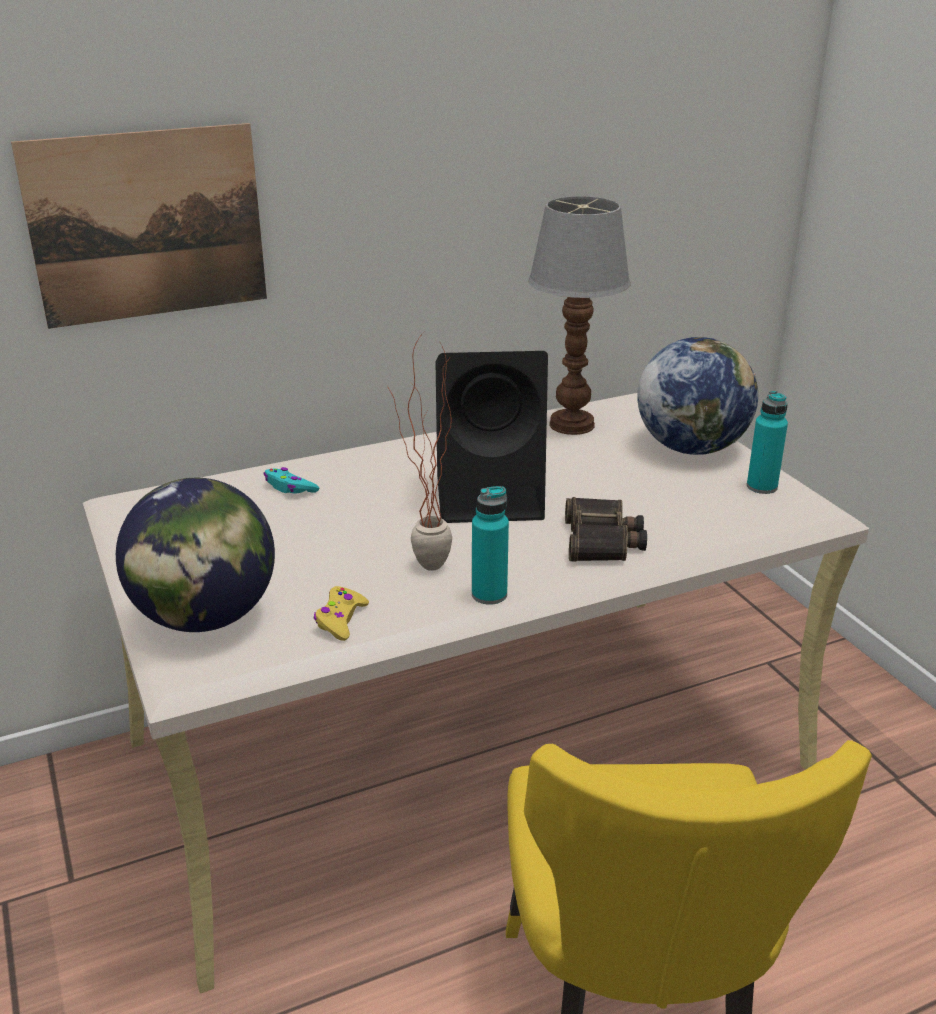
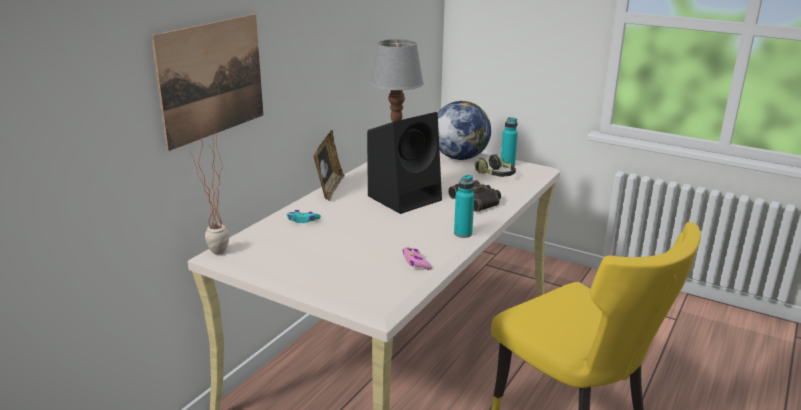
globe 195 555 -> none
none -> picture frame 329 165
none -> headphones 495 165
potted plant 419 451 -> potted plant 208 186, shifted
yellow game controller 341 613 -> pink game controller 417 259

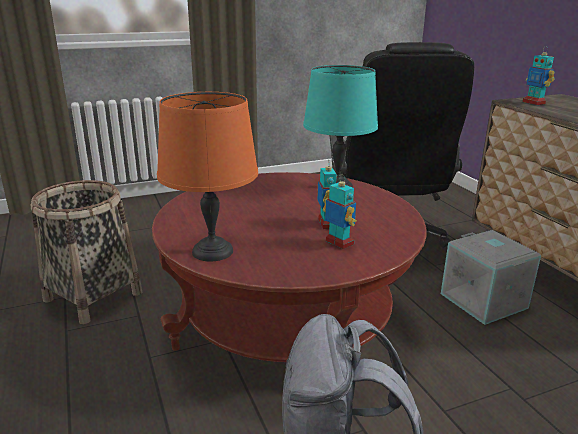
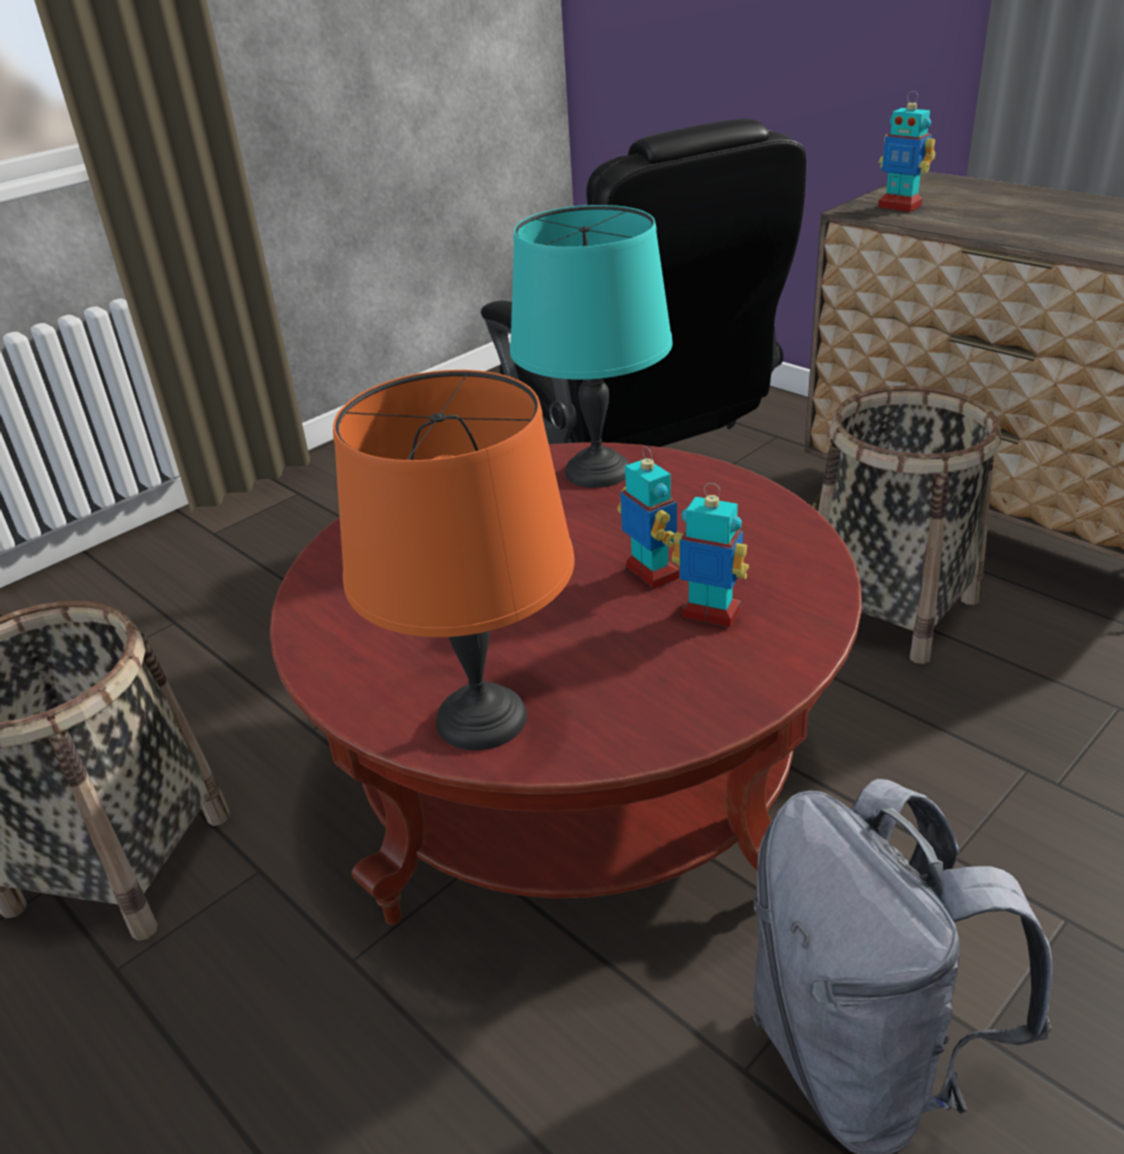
grey storage box 491 277 -> basket 909 524

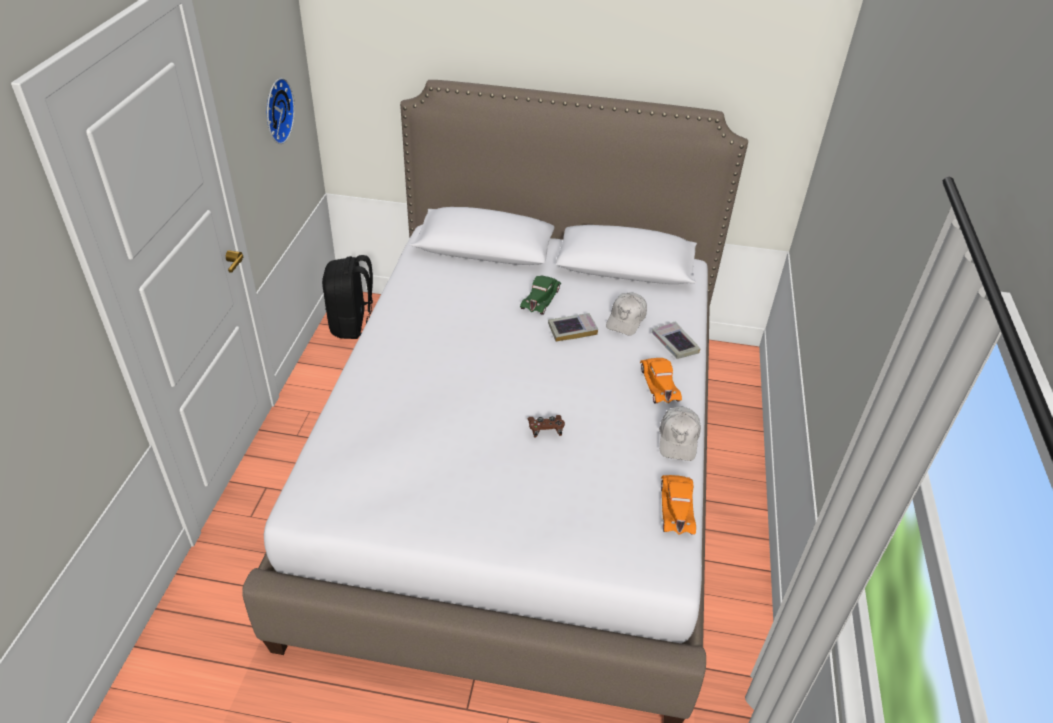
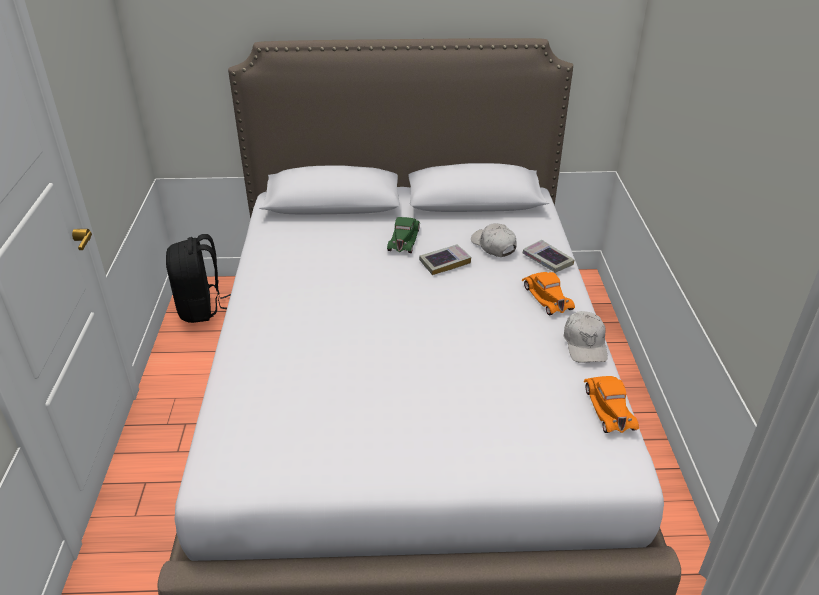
wall clock 281 111 -> none
brown game controller 546 426 -> none
white cap 626 314 -> white cap 494 240, 135 degrees clockwise

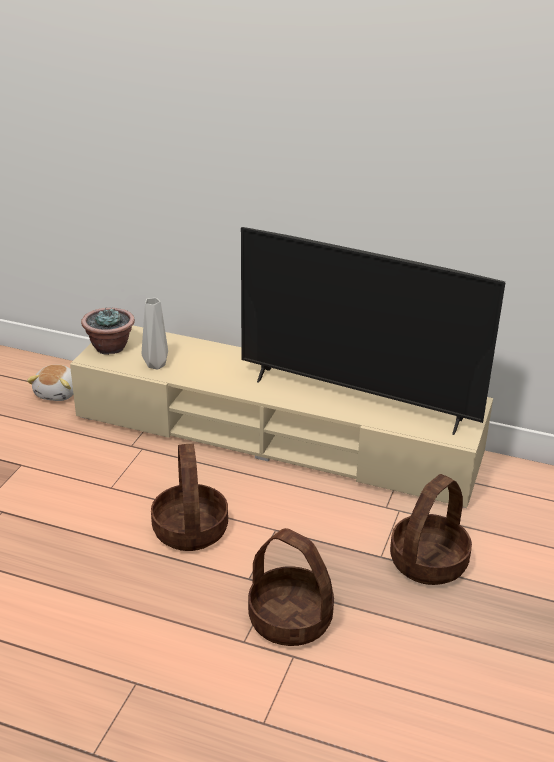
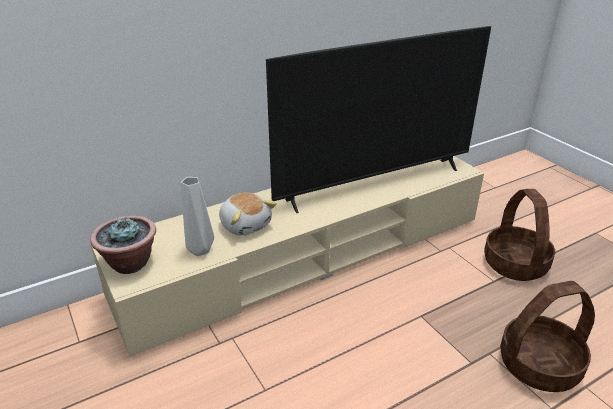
basket 189 497 -> none
plush toy 50 383 -> plush toy 248 214, shifted

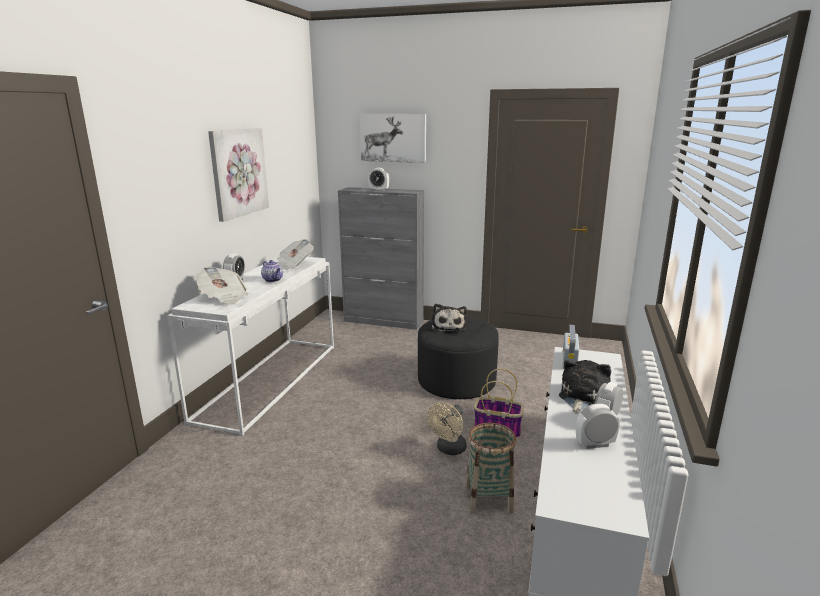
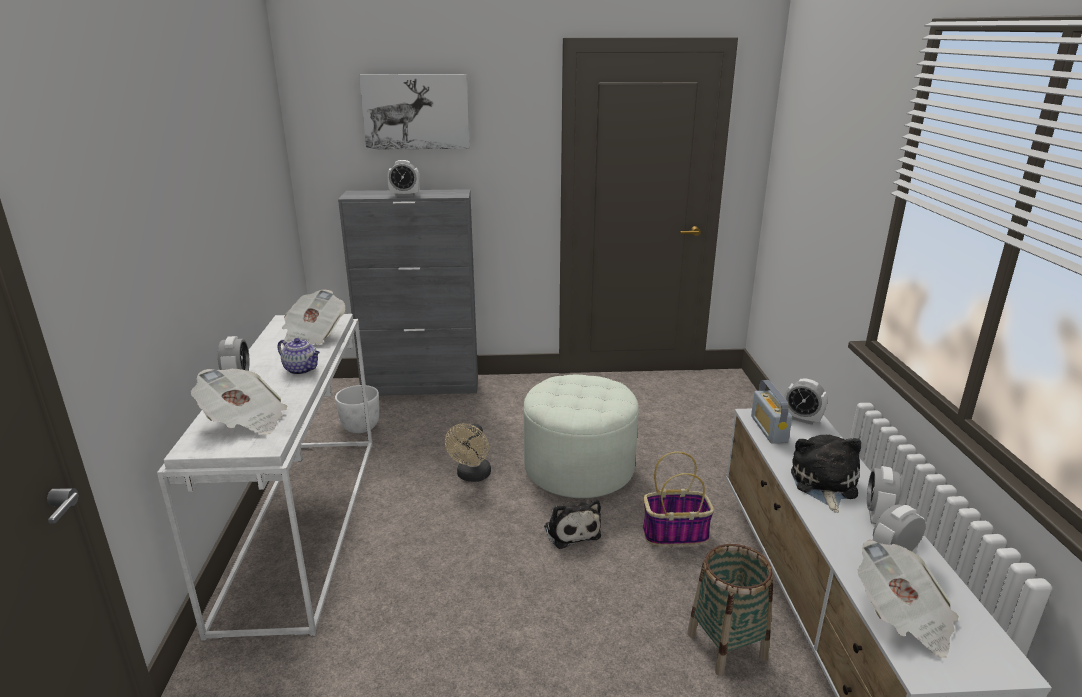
picture 238 175 -> none
none -> white planter 357 409
none -> alarm clock 806 401
none -> newspaper 908 599
beige fan 447 428 -> beige fan 468 453, shifted
plush toy 449 318 -> plush toy 572 524, shifted
black ottoman 458 358 -> white ottoman 581 436

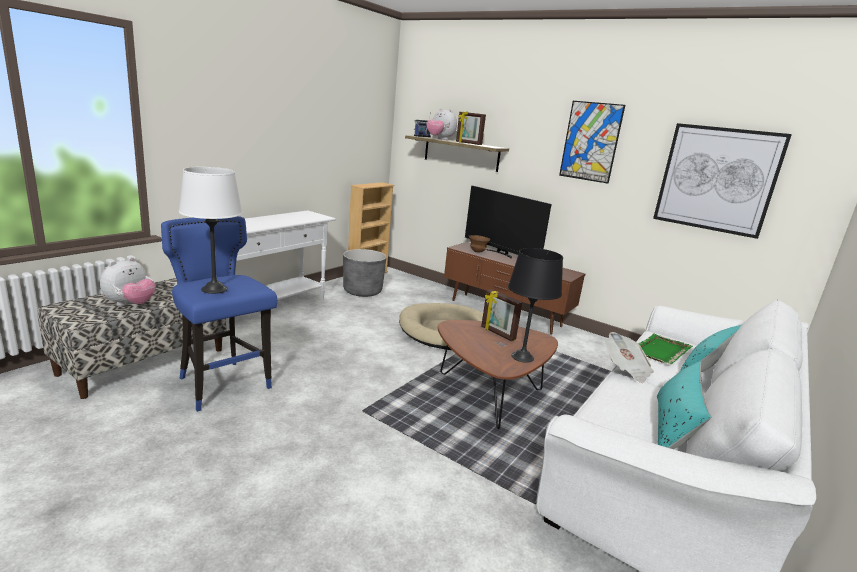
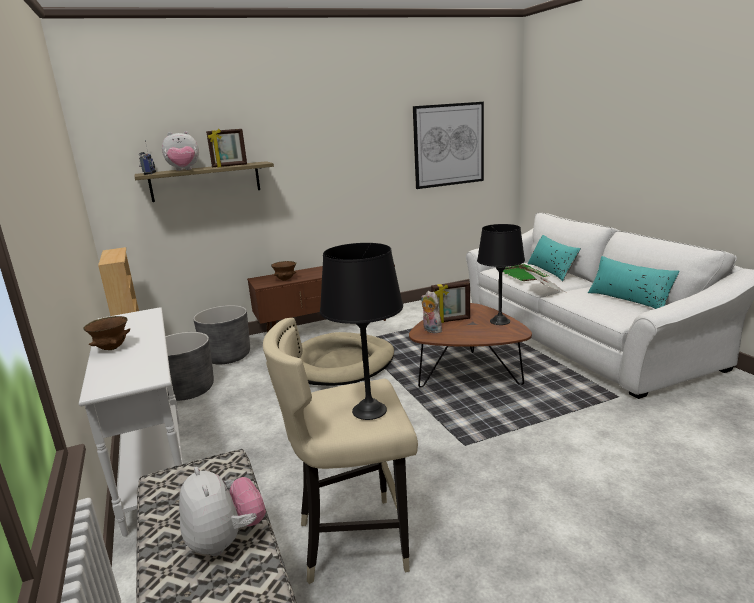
television 508 222 -> none
picture 592 142 -> none
none -> brown bowl 107 333
none -> grey planter 221 334
none -> plush toy 431 312
blue stool 219 314 -> beige stool 340 451
white table lamp 210 230 -> black table lamp 361 331

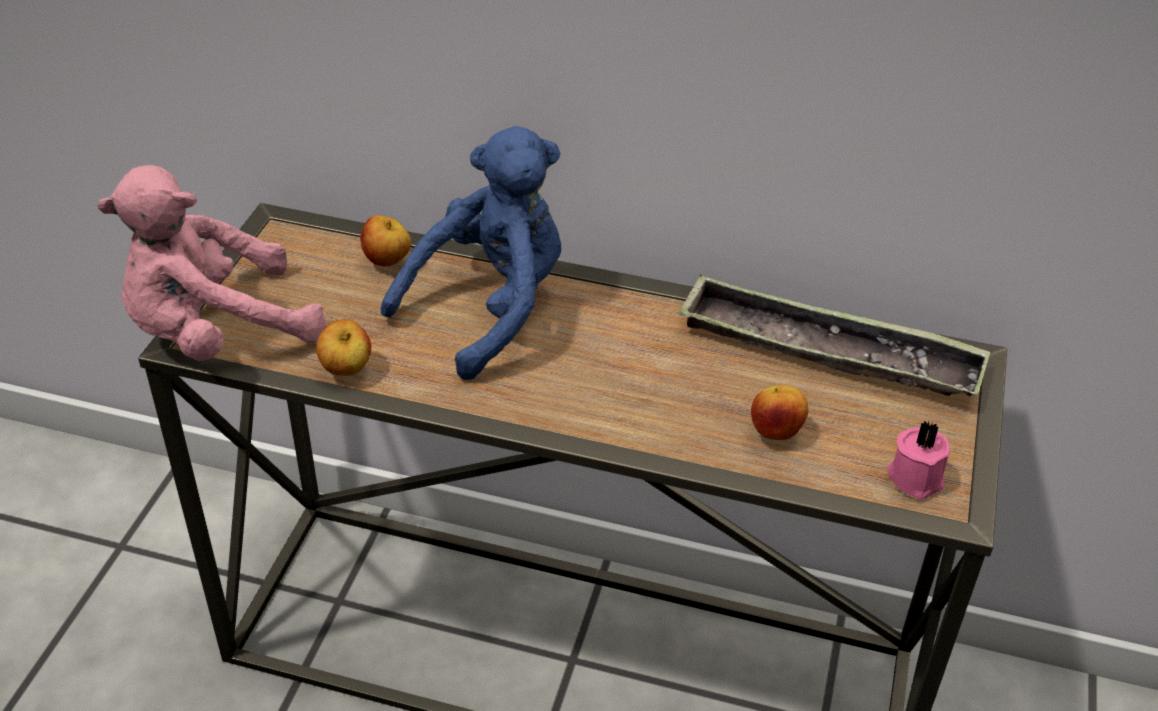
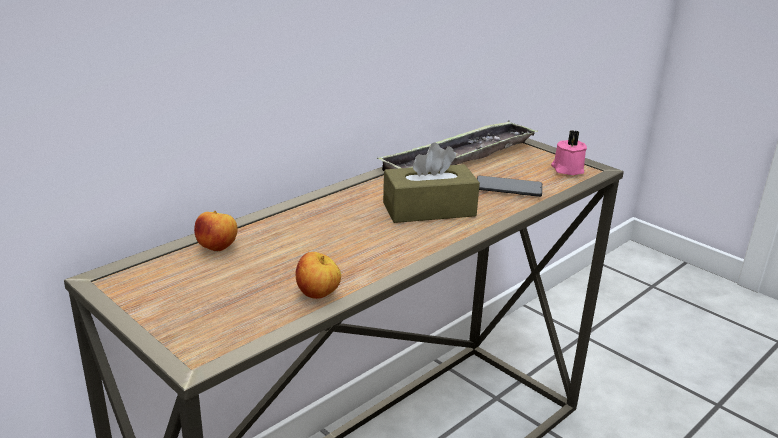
pink plush toy 211 263 -> none
blue plush toy 471 253 -> none
none -> brown tissue box 431 182
apple 780 412 -> phone 509 186

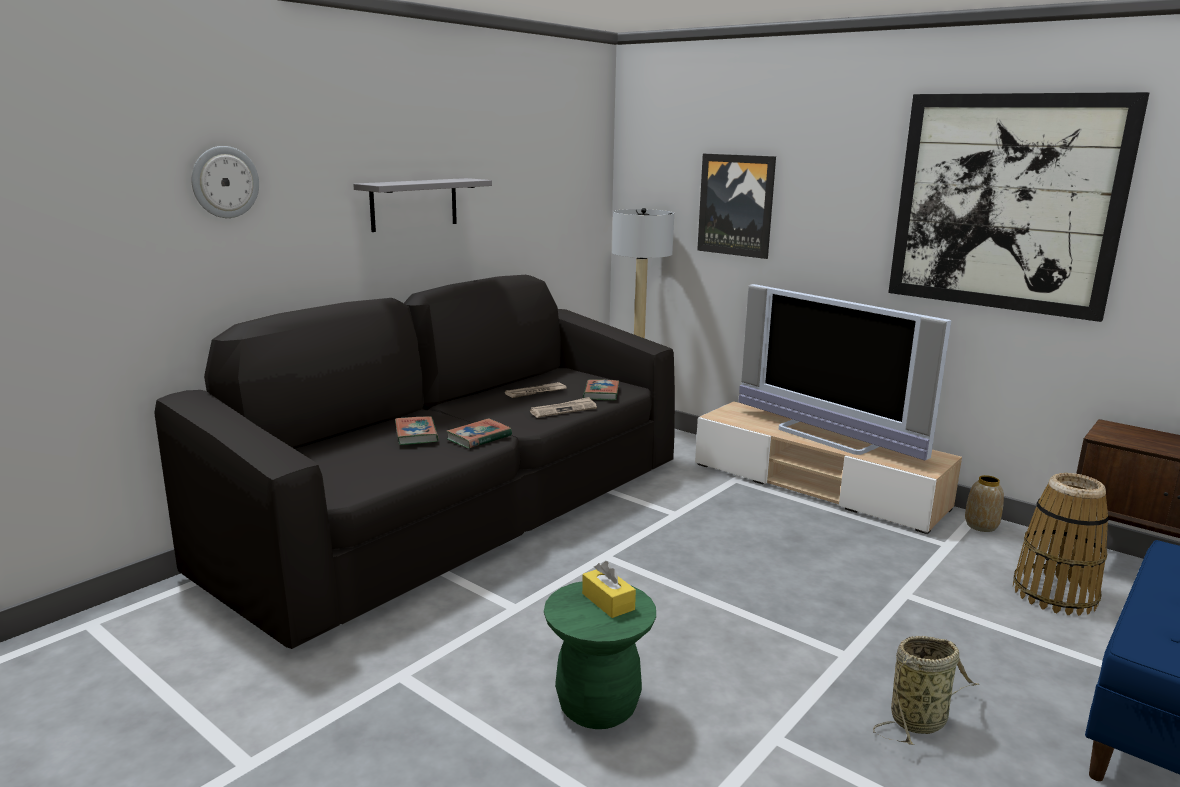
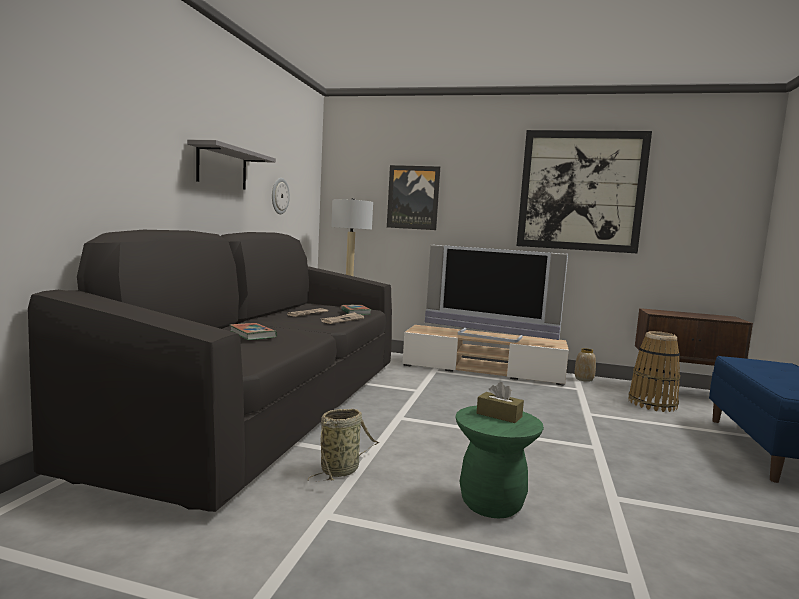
book 479 433 -> none
wall clock 225 182 -> wall clock 281 196, shifted
basket 926 690 -> basket 343 445, shifted
yellow tissue box 609 589 -> brown tissue box 500 402

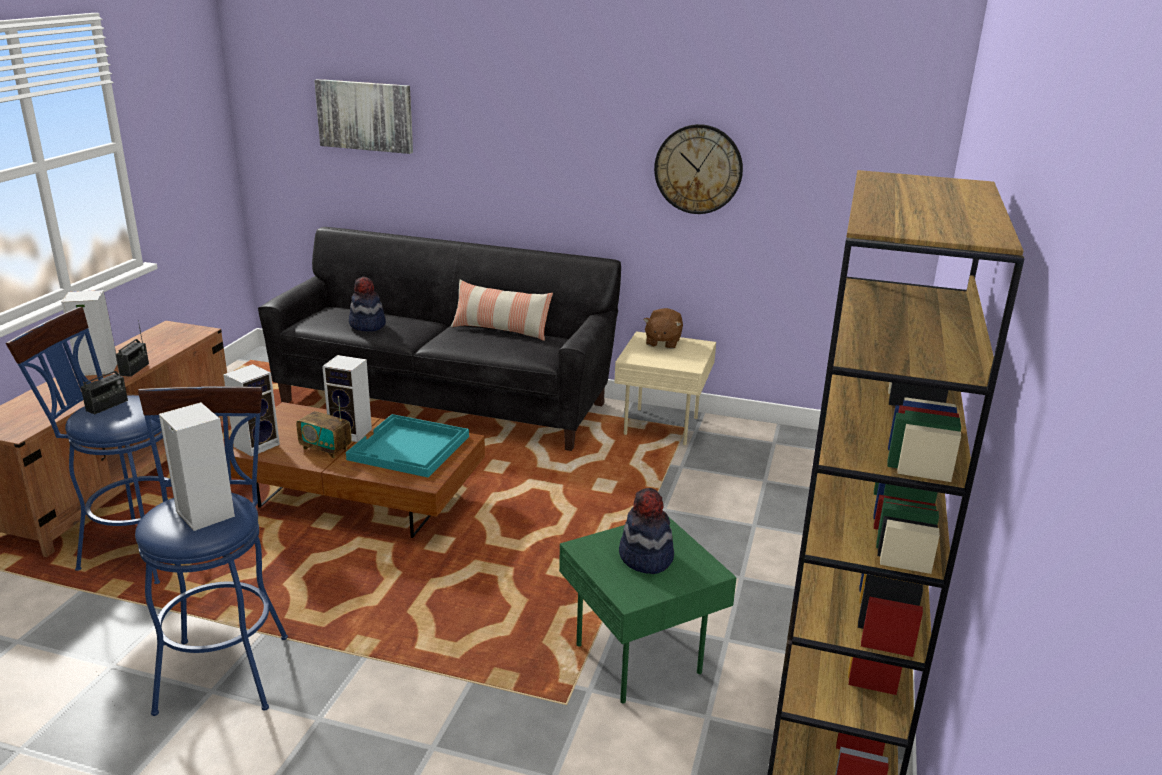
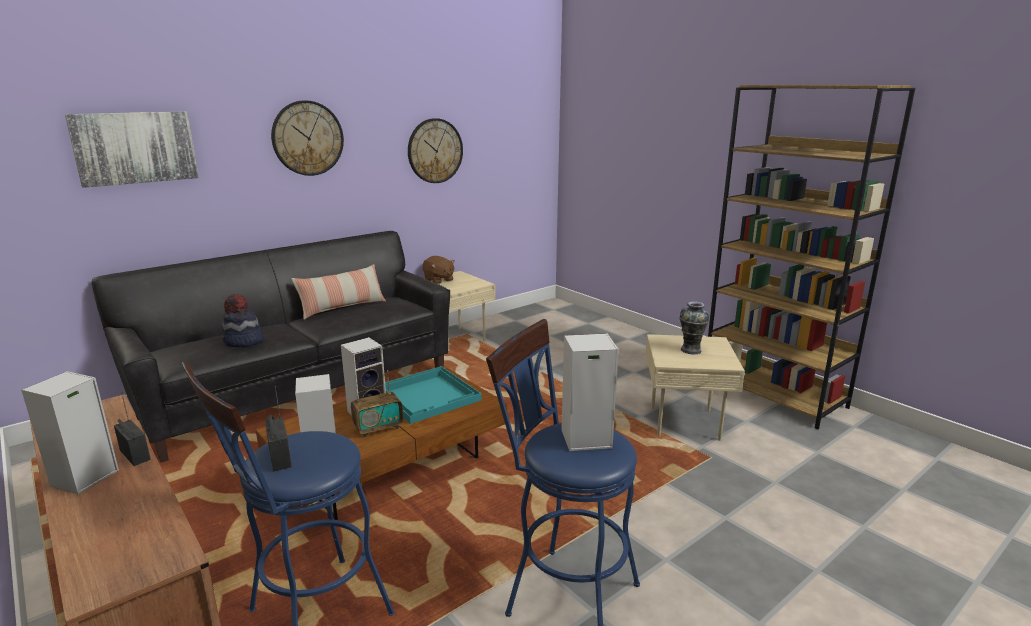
none -> wall clock 307 138
hat 646 531 -> vase 694 327
green side table 647 610 -> beige side table 695 387

